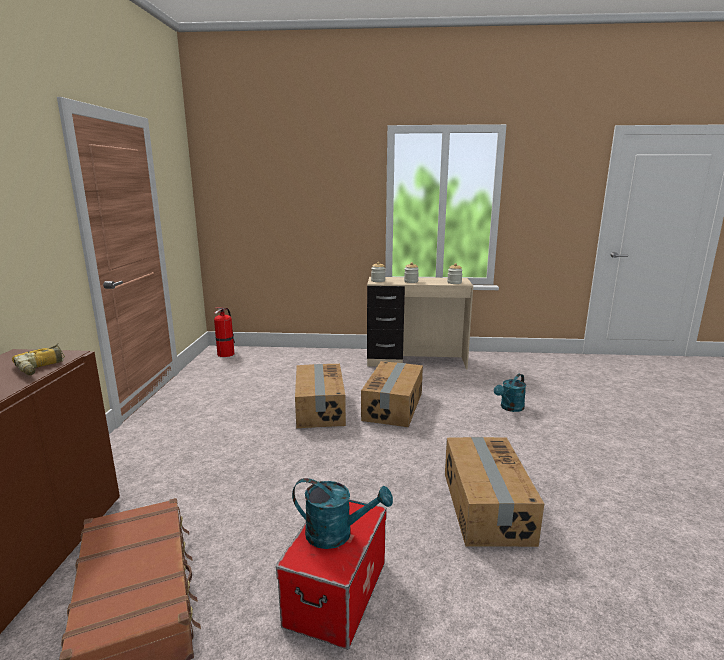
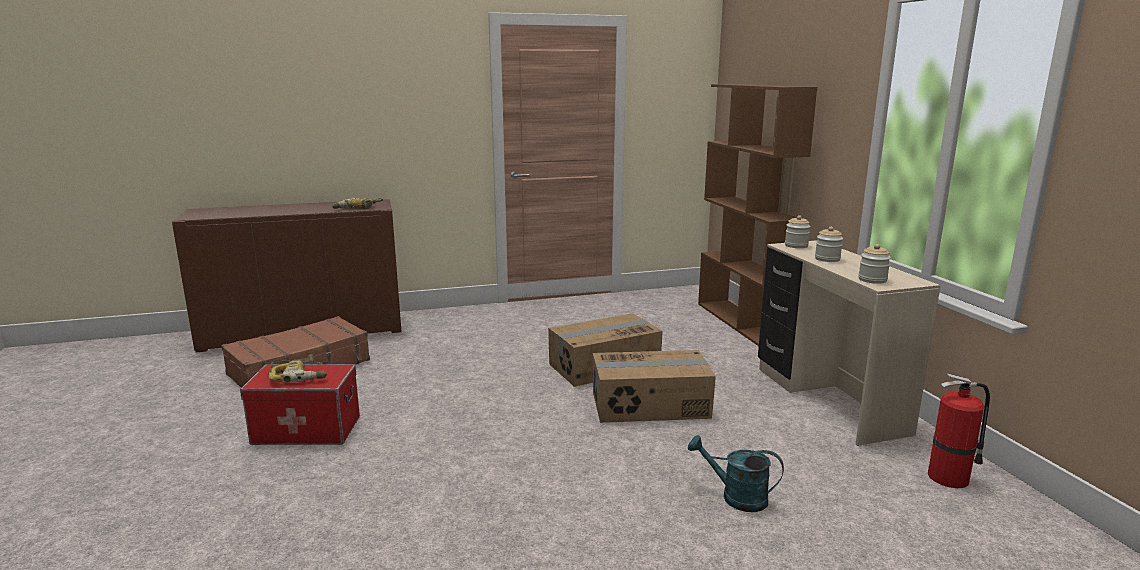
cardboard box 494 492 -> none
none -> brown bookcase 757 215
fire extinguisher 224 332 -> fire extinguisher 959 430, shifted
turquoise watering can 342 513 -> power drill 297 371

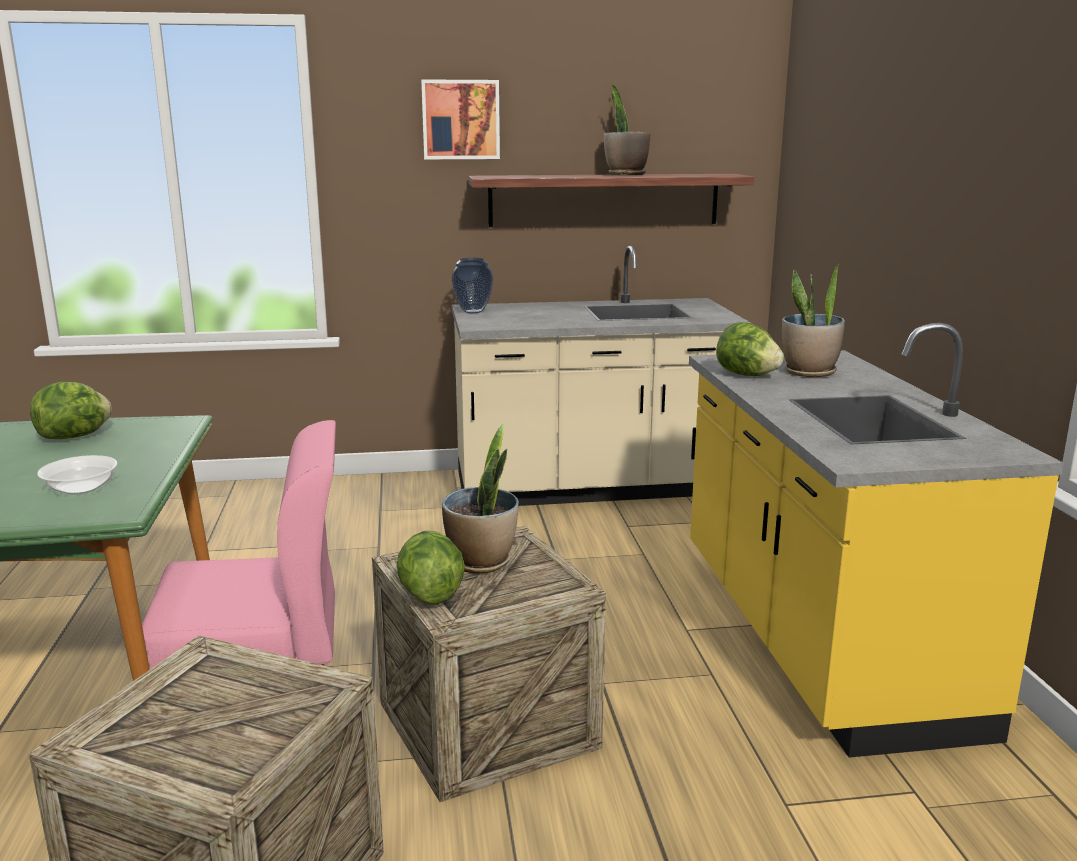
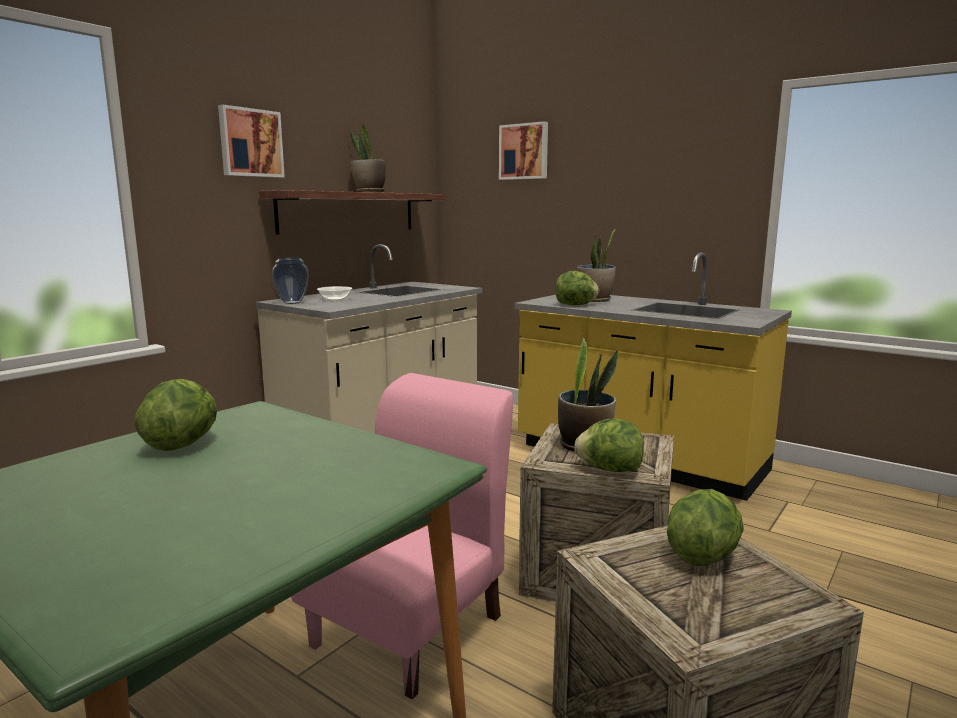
none -> picture 523 150
none -> lettuce 705 527
bowl 77 475 -> bowl 334 293, shifted

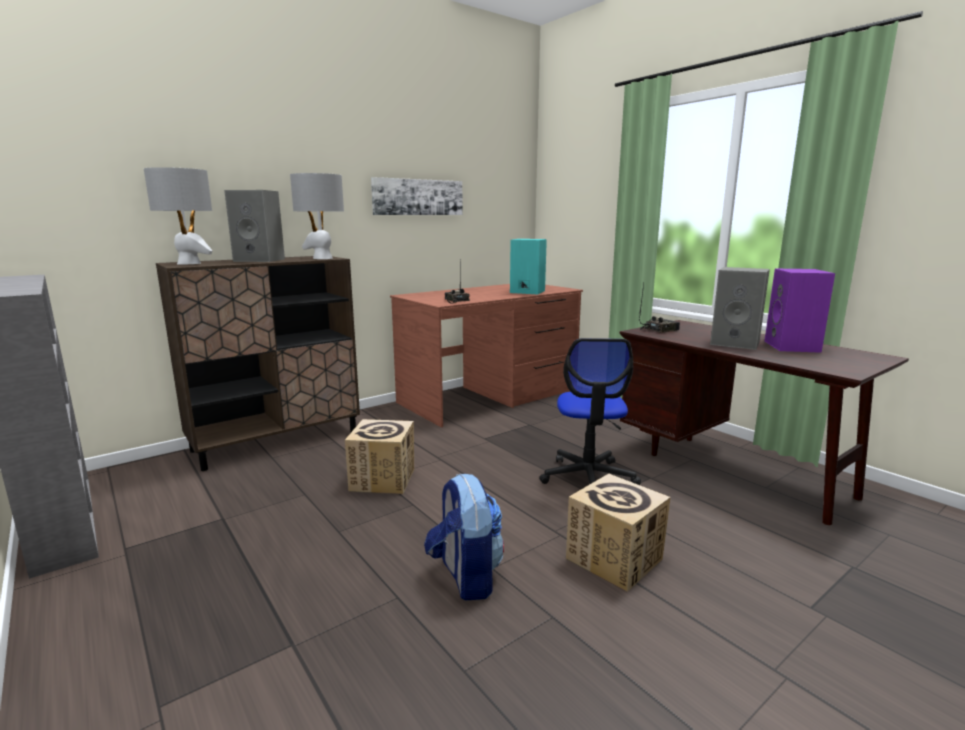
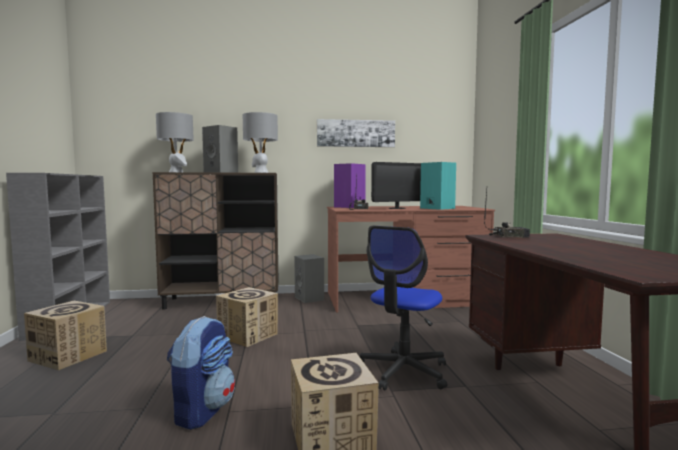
none -> cardboard box 65 335
none -> monitor 396 185
grey speaker 740 308 -> grey speaker 309 278, shifted
purple speaker 799 311 -> purple speaker 350 185, shifted

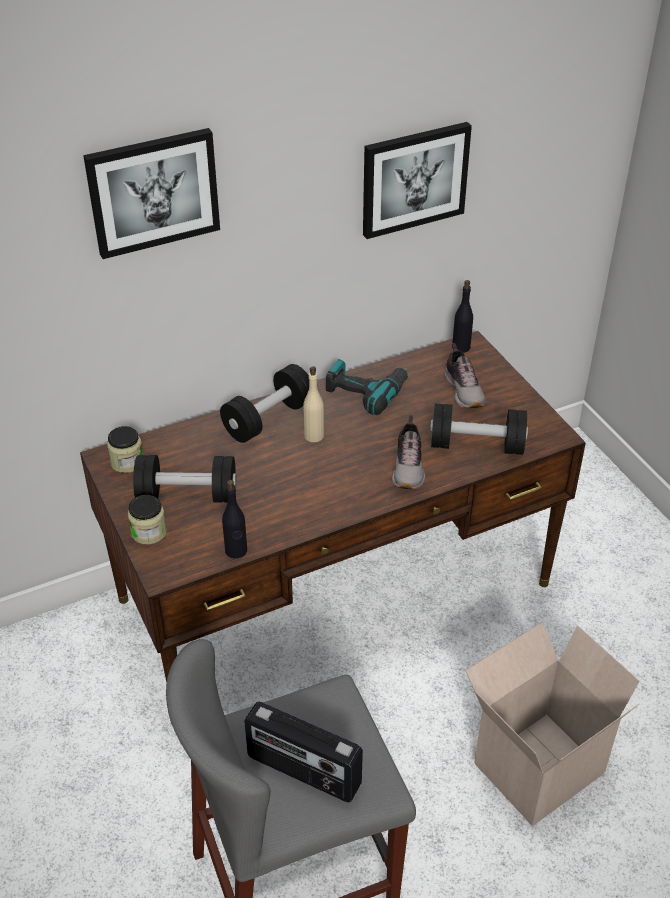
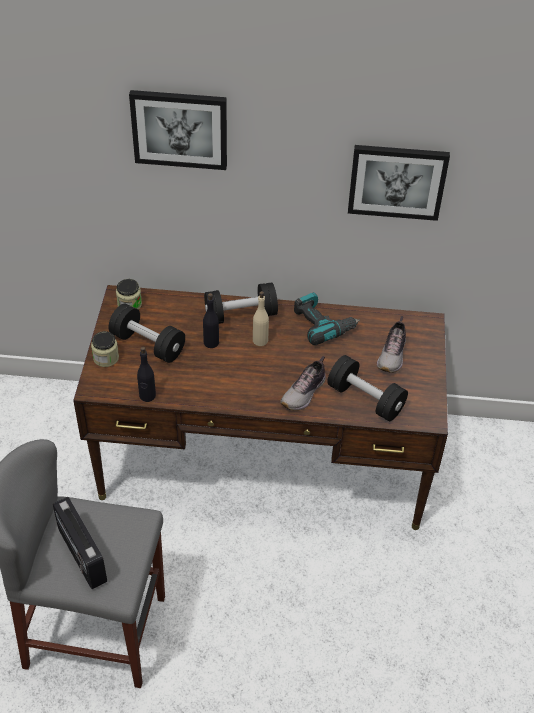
cardboard box 553 724 -> none
black bottle 462 316 -> black bottle 211 320, shifted

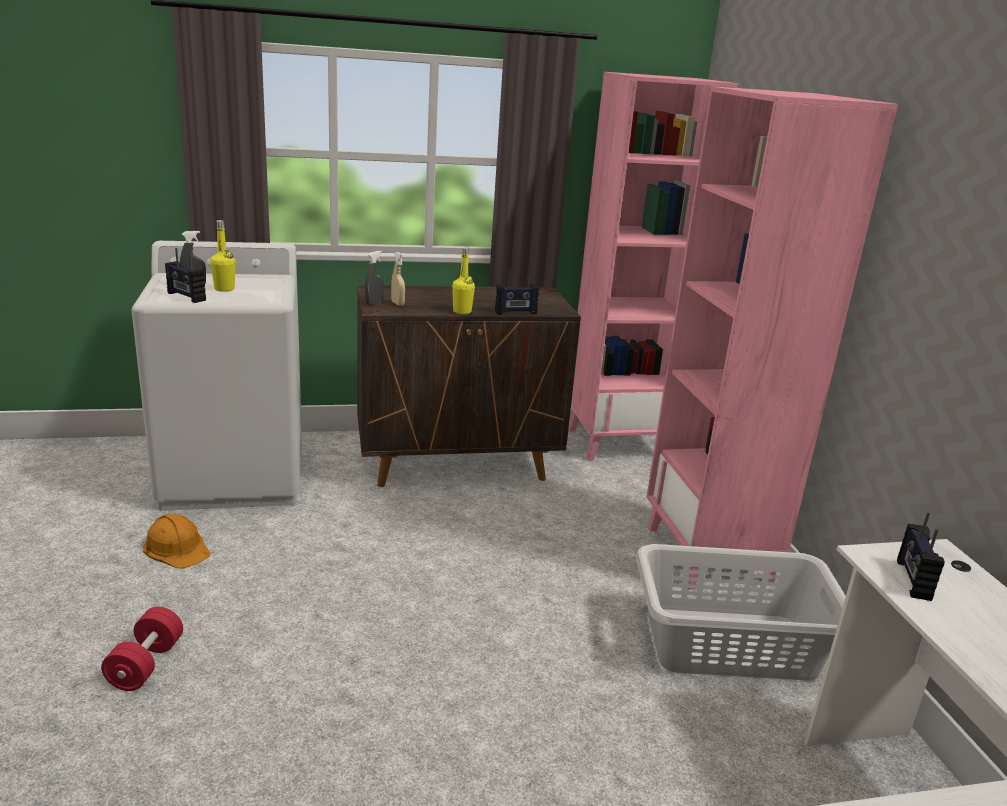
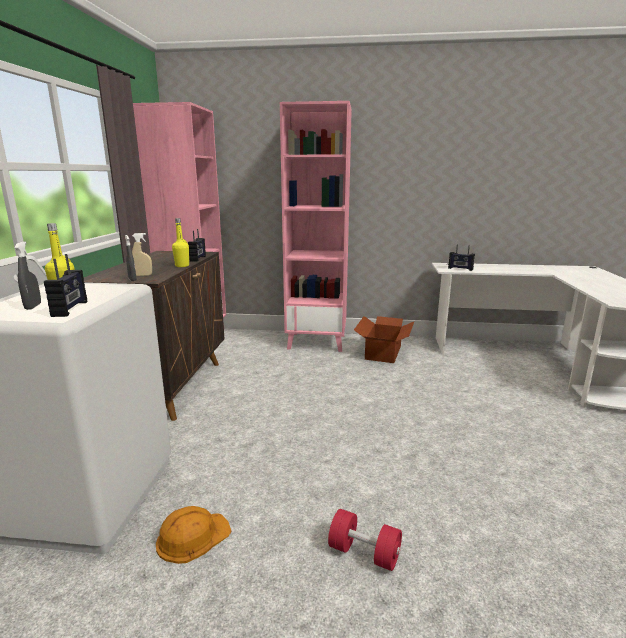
grey laundry basket 741 612 -> cardboard box 384 339
radio 185 275 -> radio 65 285, 60 degrees counterclockwise

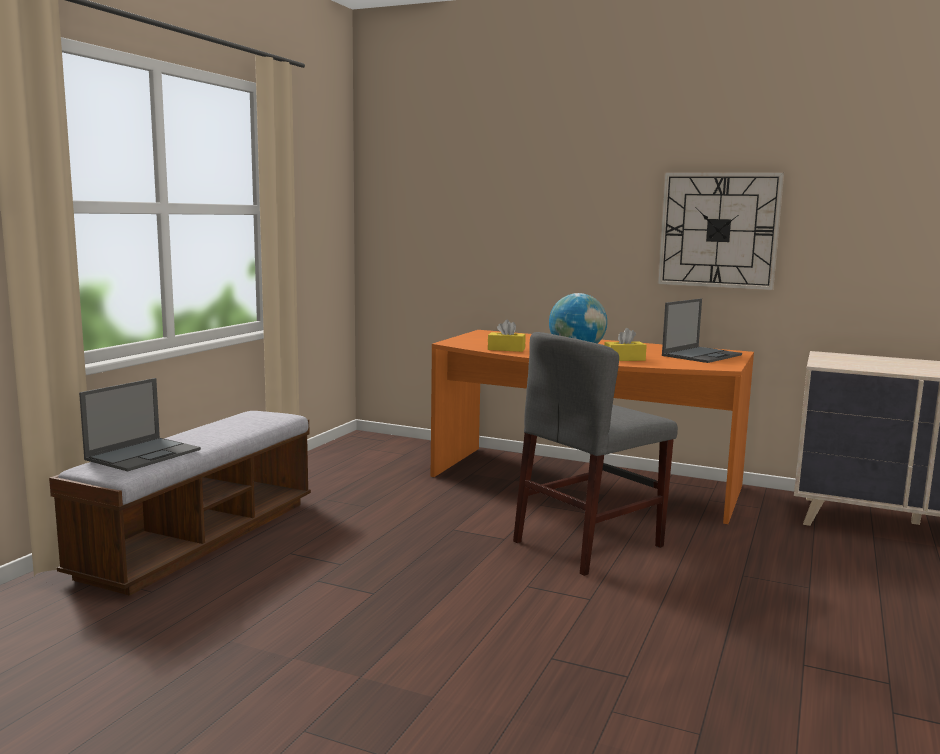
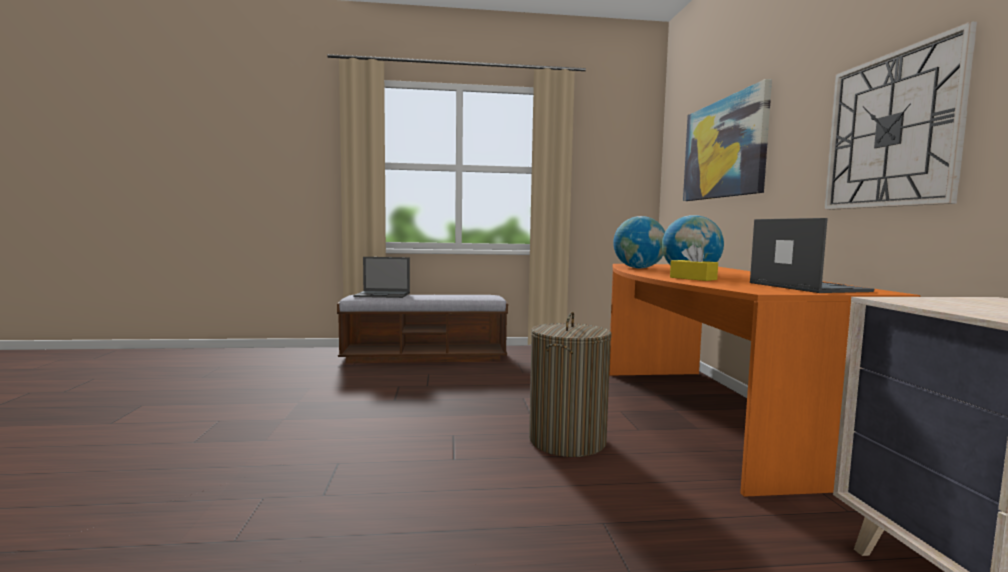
none -> picture 727 140
yellow tissue box 507 336 -> globe 639 242
grey chair 595 454 -> laundry basket 570 384
laptop 702 331 -> laptop 812 255, 120 degrees counterclockwise

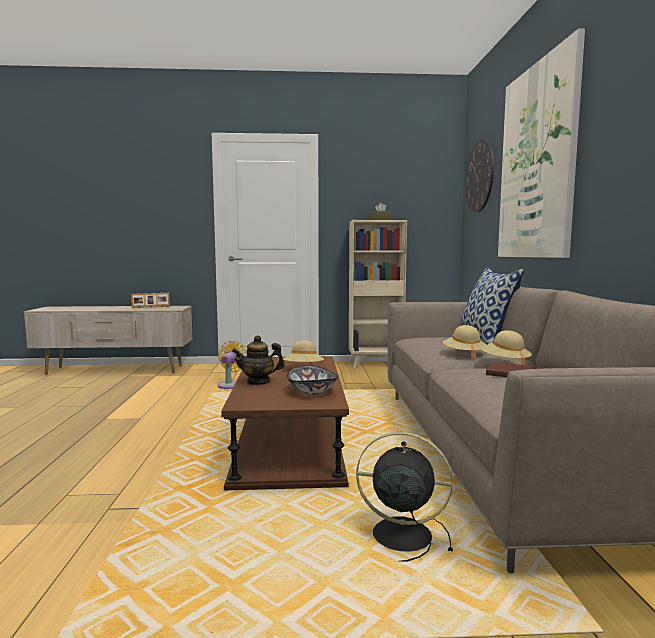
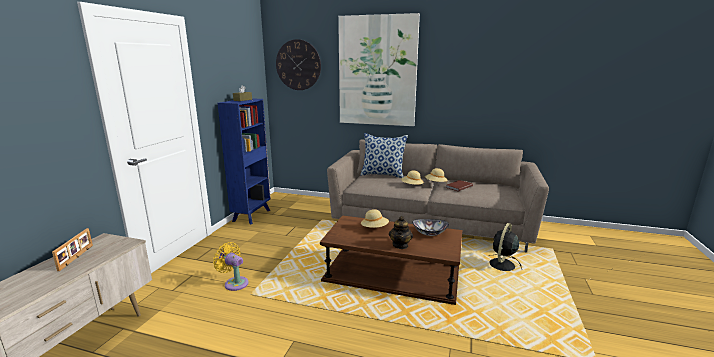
beige bookcase 378 294 -> blue bookcase 244 161

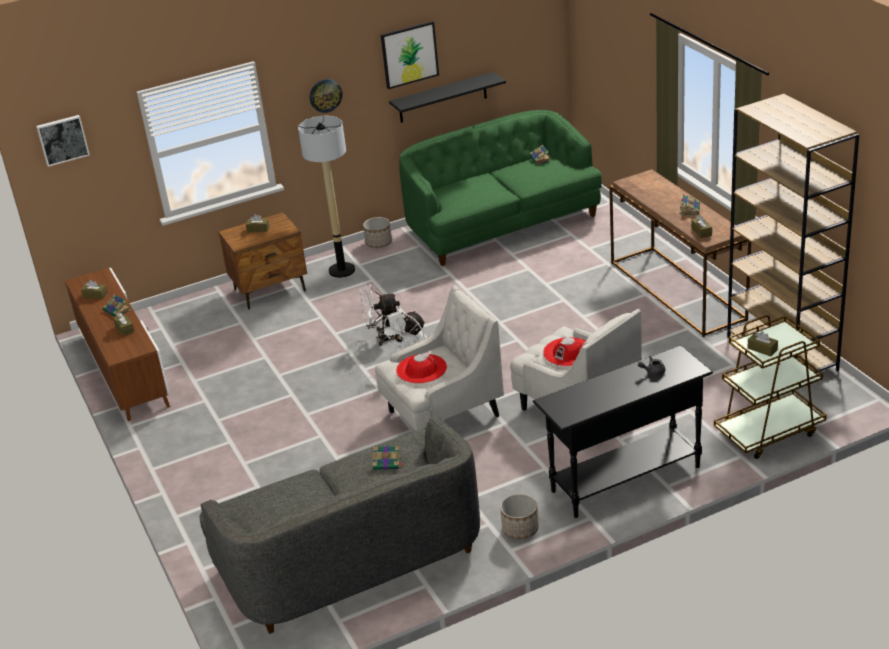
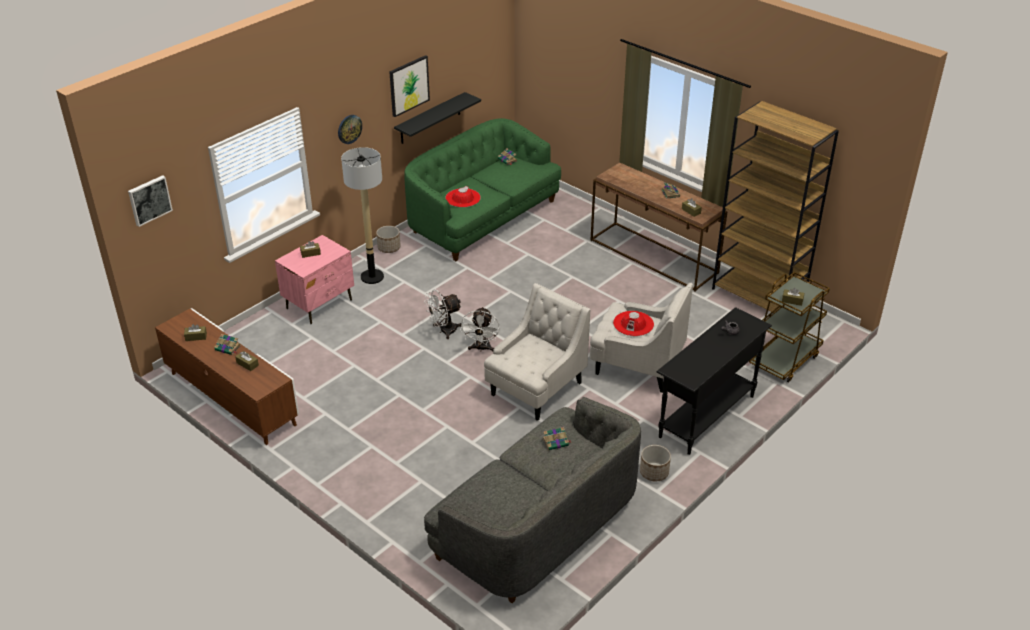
red hat 421 367 -> red hat 463 196, shifted
brown nightstand 263 260 -> pink nightstand 314 280

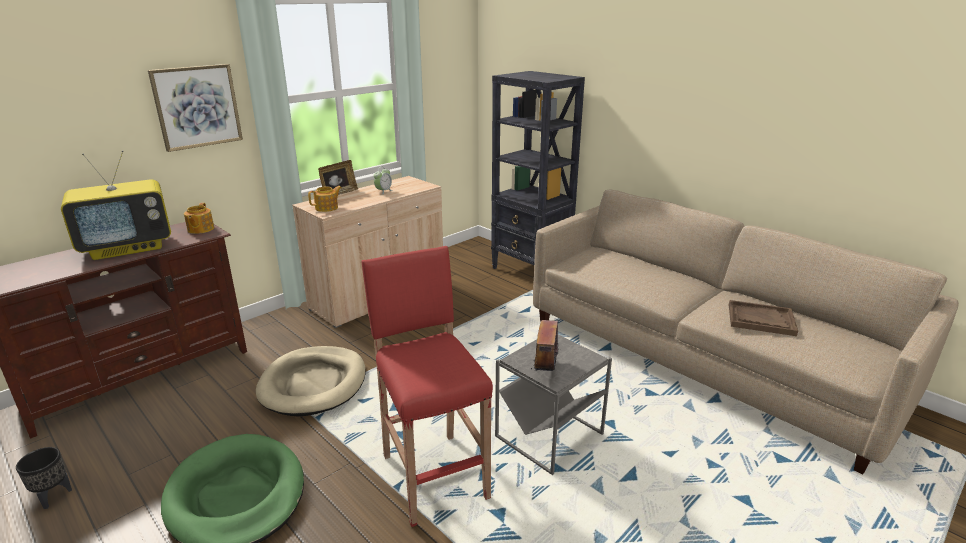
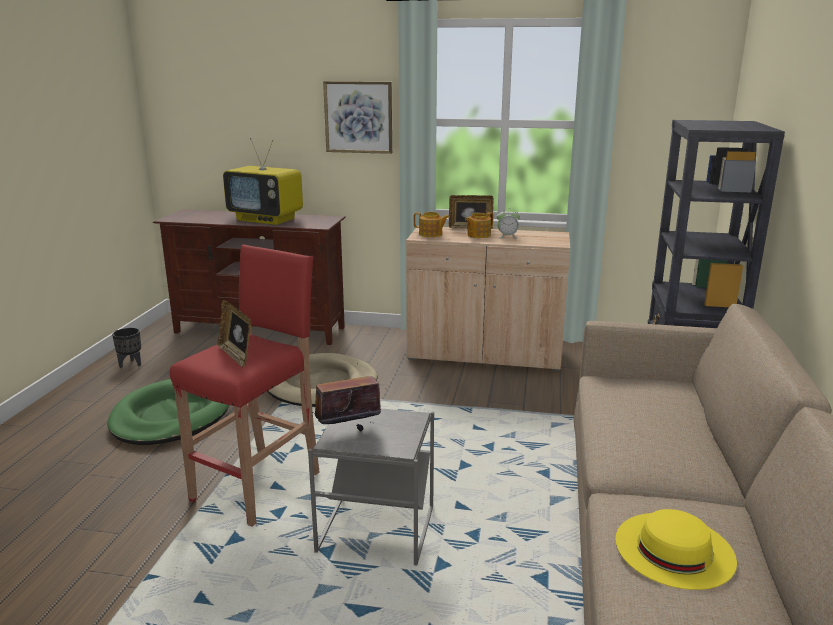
none -> picture frame 234 333
teapot 199 218 -> teapot 479 225, shifted
brown tray 763 318 -> yellow hat 676 549

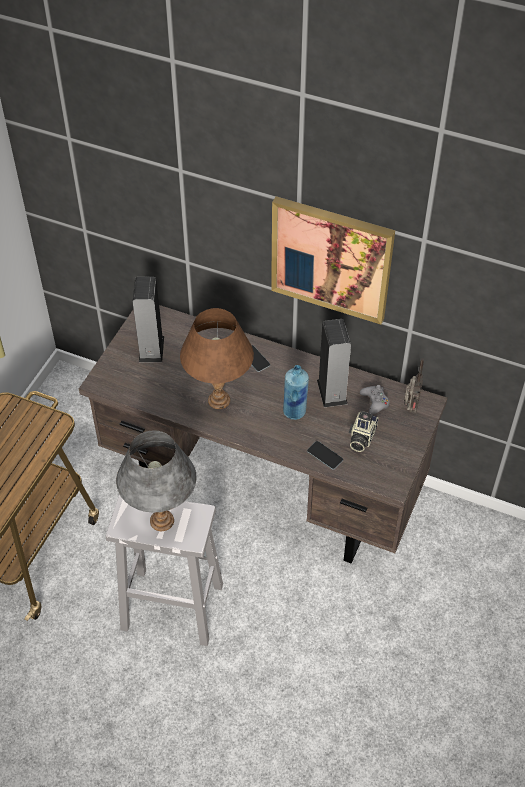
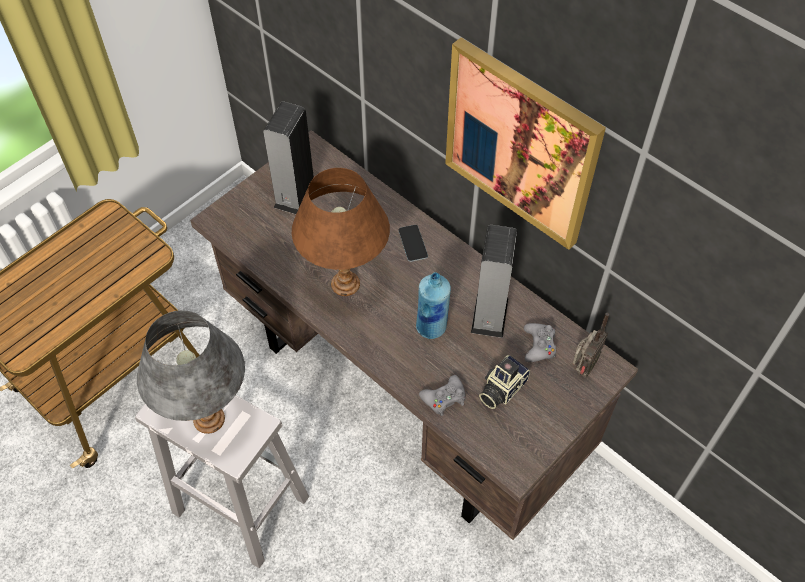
phone 325 455 -> grey game controller 442 395

